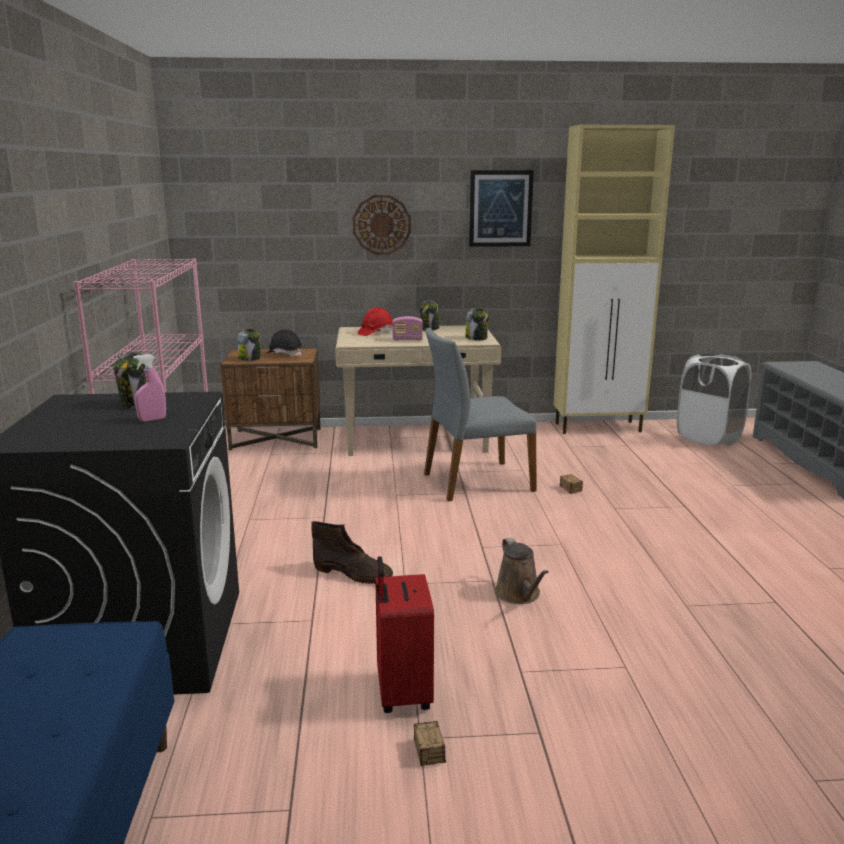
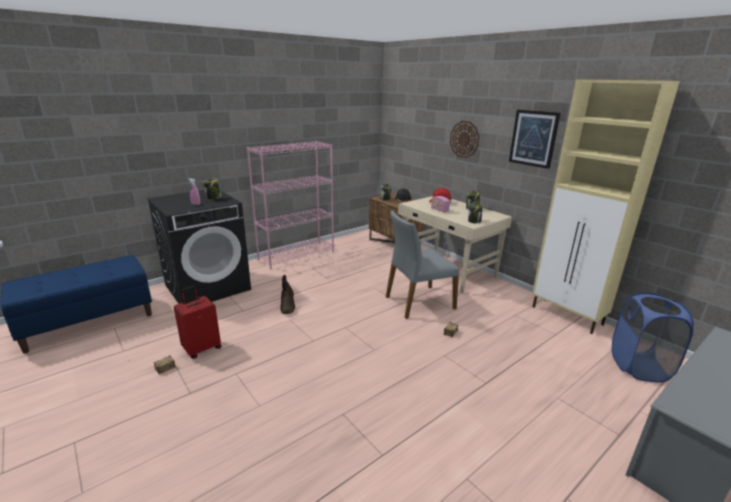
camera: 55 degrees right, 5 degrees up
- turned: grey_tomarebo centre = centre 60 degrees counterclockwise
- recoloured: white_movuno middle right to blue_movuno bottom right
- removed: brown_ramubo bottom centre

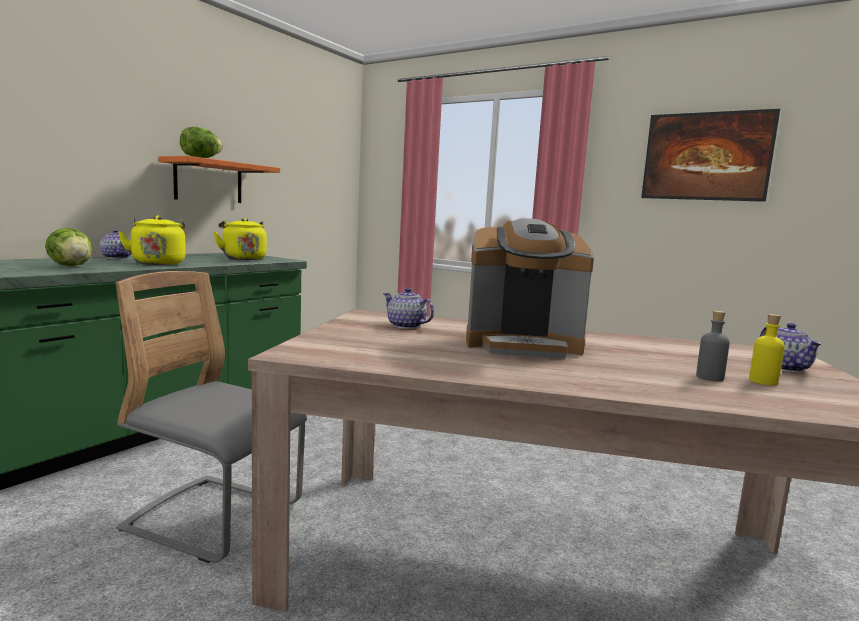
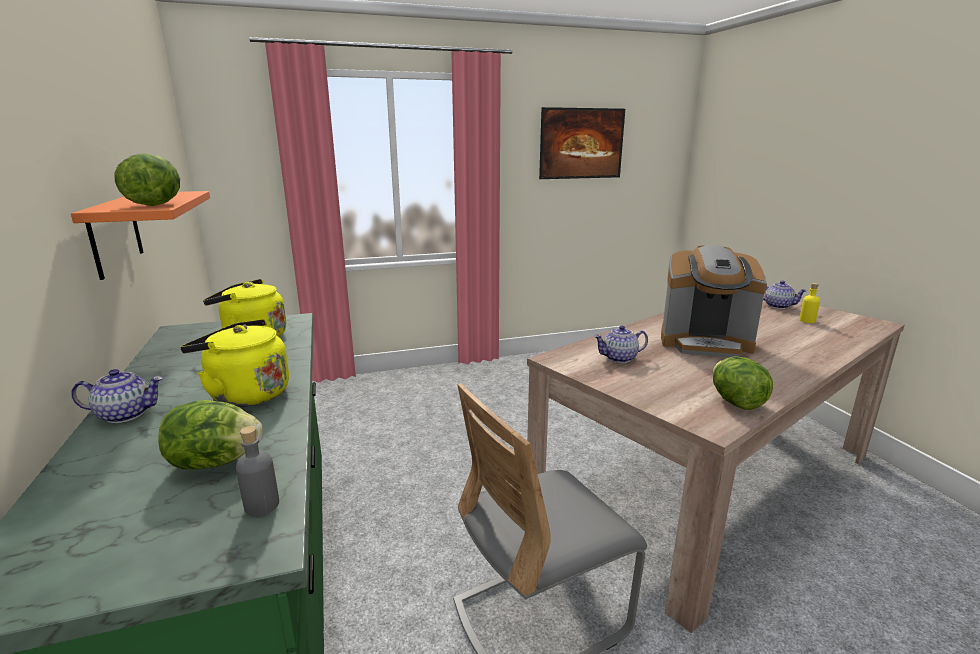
camera: 50 degrees left, 10 degrees up
- moved: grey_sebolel middle right to bottom left
- turned: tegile centre = middle right 60 degrees clockwise
- added: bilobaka (3rd from left) middle right

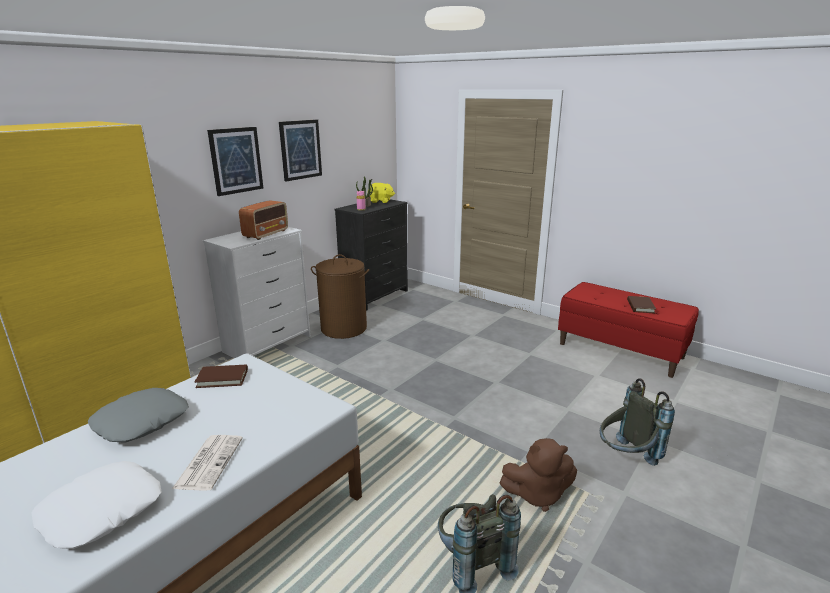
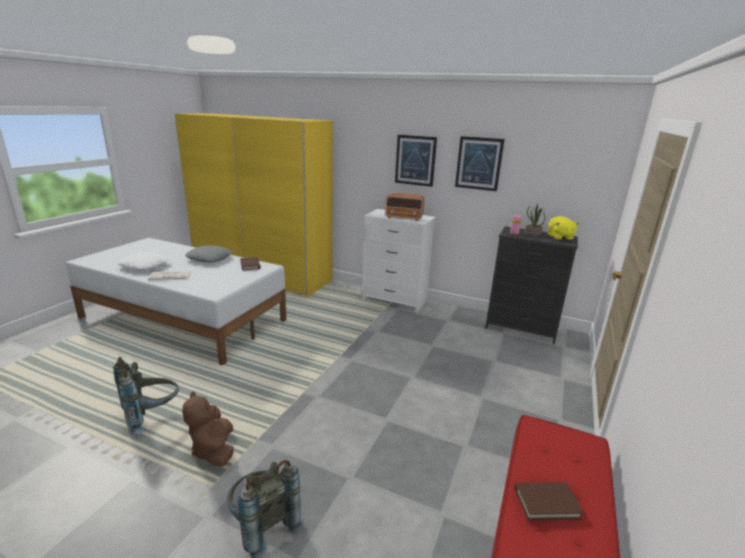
camera: 75 degrees right, 0 degrees up
- removed: brown_movuno centre

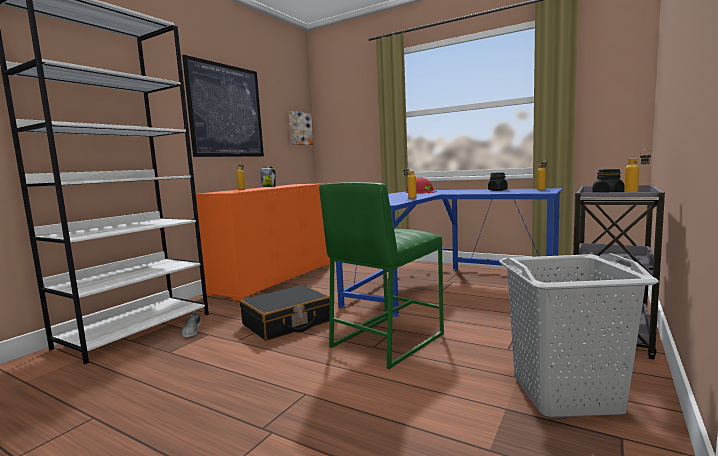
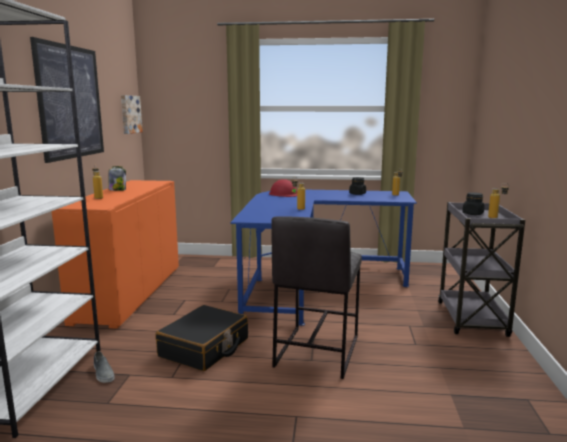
camera: 25 degrees left, 5 degrees up
- recoloured: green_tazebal centre to grey_tazebal bottom centre
- removed: grey_movuno bottom right

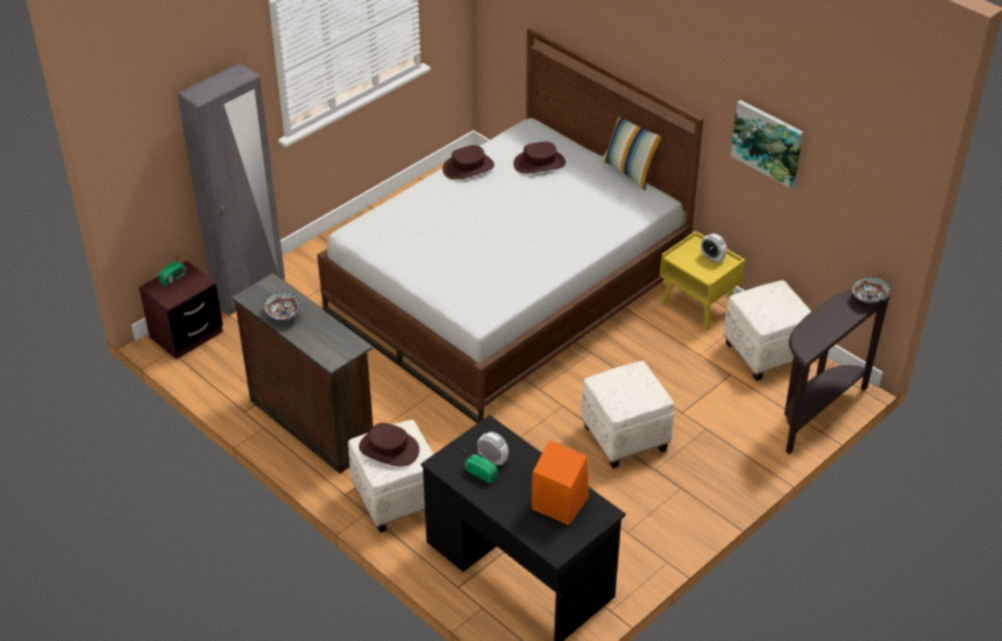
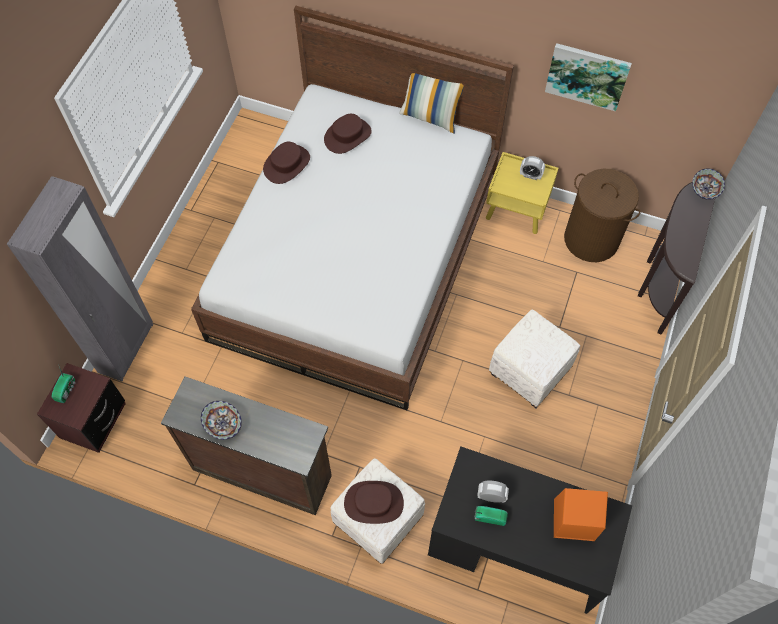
camera: 25 degrees left, 20 degrees up
- replaced: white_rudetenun (3rd from left) middle right to brown_movuno middle right

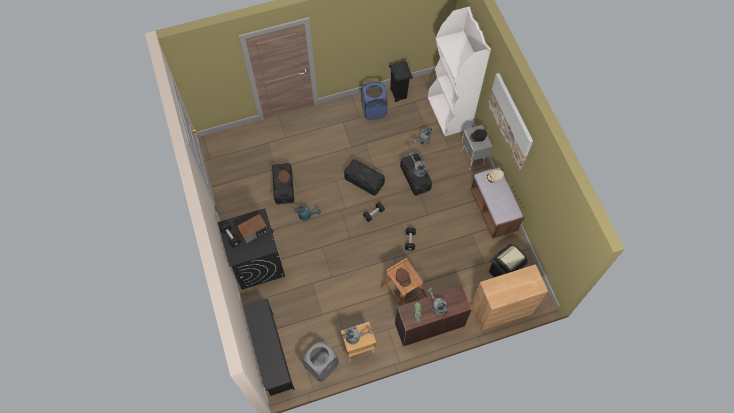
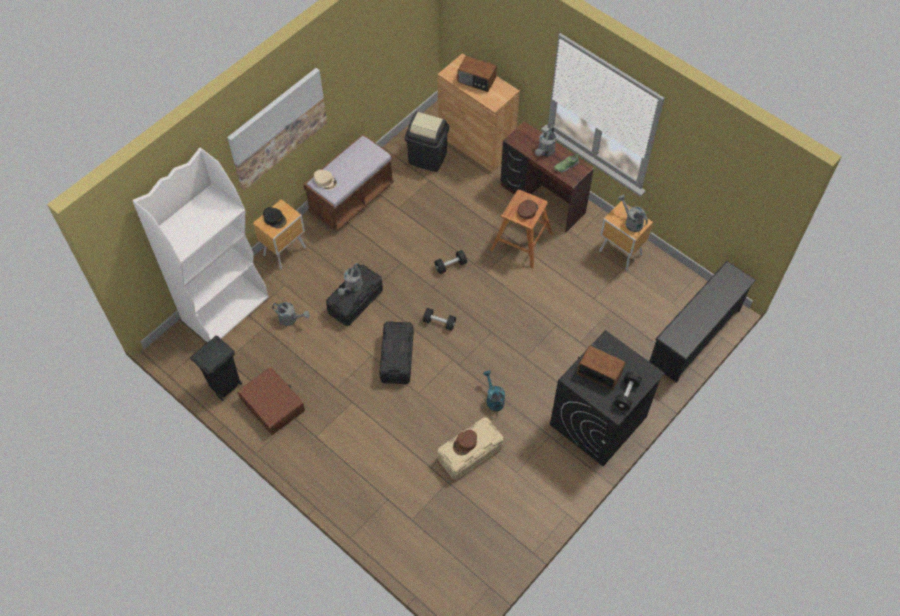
camera: 120 degrees left, 5 degrees down
- replaced: blue_movuno top centre to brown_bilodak middle left
- recoloured: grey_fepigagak centre to brown_fepigagak (1st from left) middle left
- recoloured: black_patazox (1st from left) centre to beige_patazox bottom centre
- added: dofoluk (1st from left) top centre
- removed: grey_movuno bottom centre

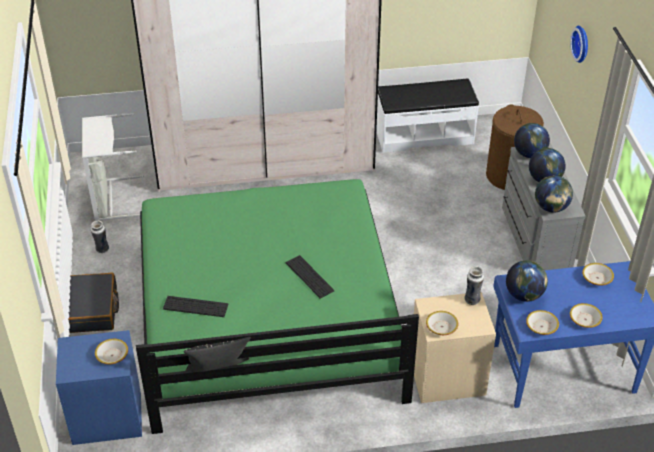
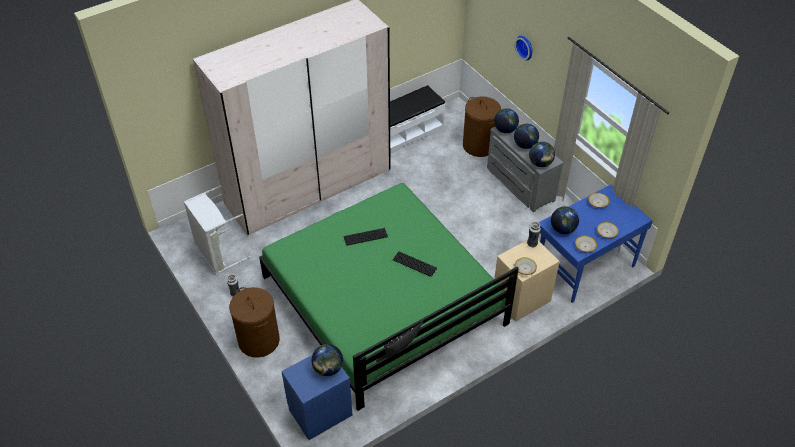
camera: 25 degrees left, 5 degrees up
- replaced: black_bilodak bottom left to brown_movuno (1st from left) bottom left
- replaced: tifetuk (1st from left) bottom left to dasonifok (1st from left) bottom centre
- moved: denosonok (1st from left) bottom left to centre

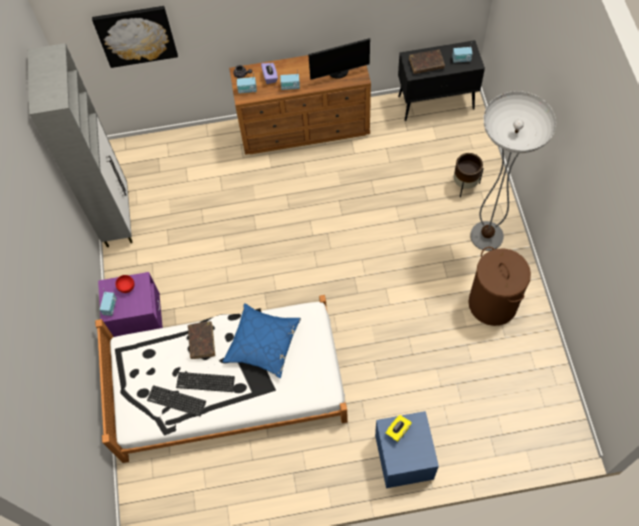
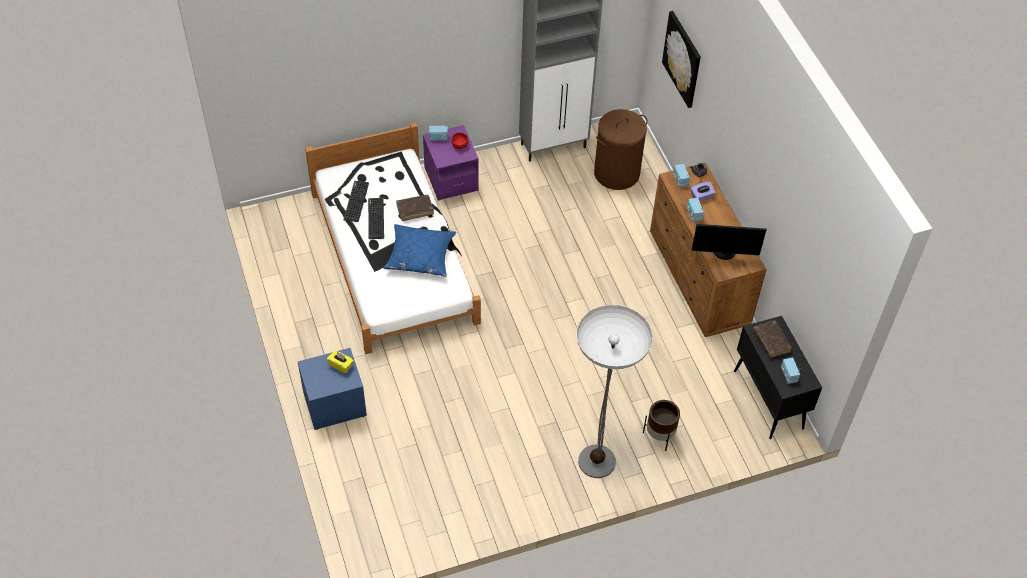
camera: 75 degrees right, 10 degrees down
- moved: brown_movuno middle right to top centre
- turned: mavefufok top centre = middle right 60 degrees counterclockwise

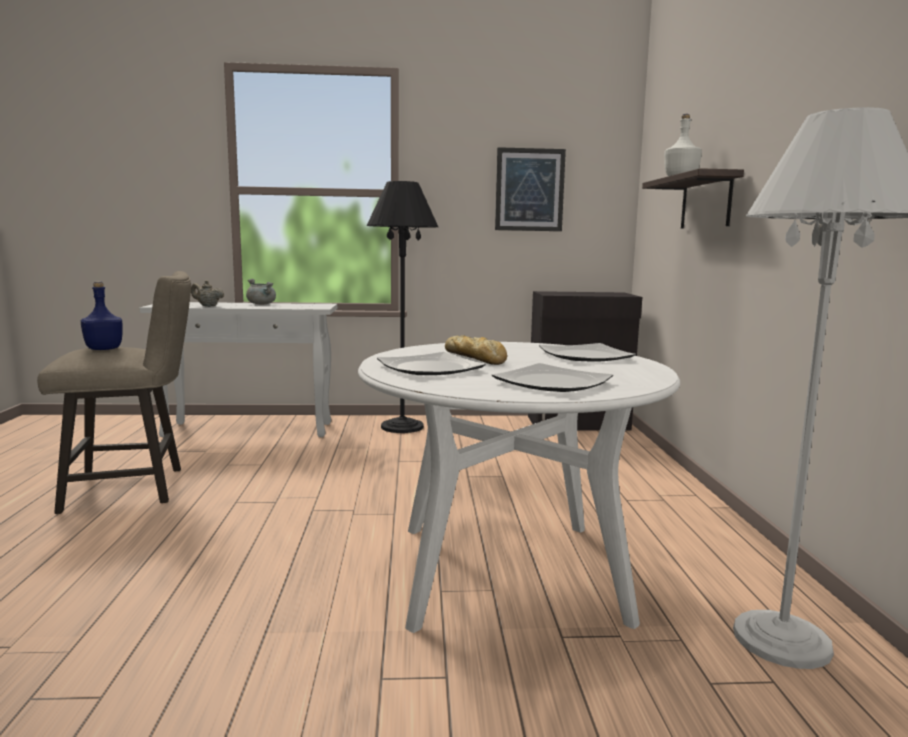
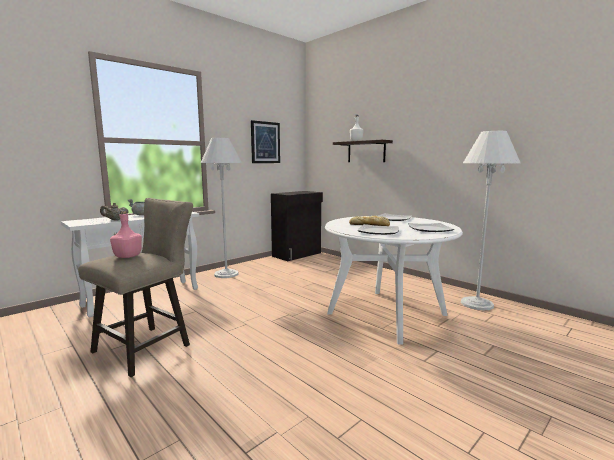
camera: 40 degrees left, 0 degrees up
- recoloured: blue_sebolel middle left to pink_sebolel middle left
- recoloured: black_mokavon centre to white_mokavon (1st from left) centre

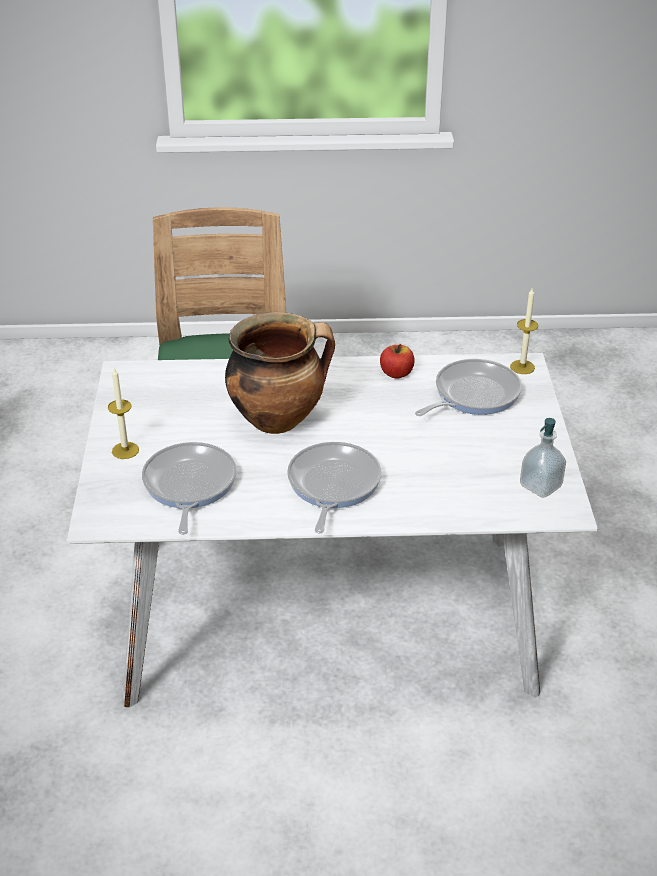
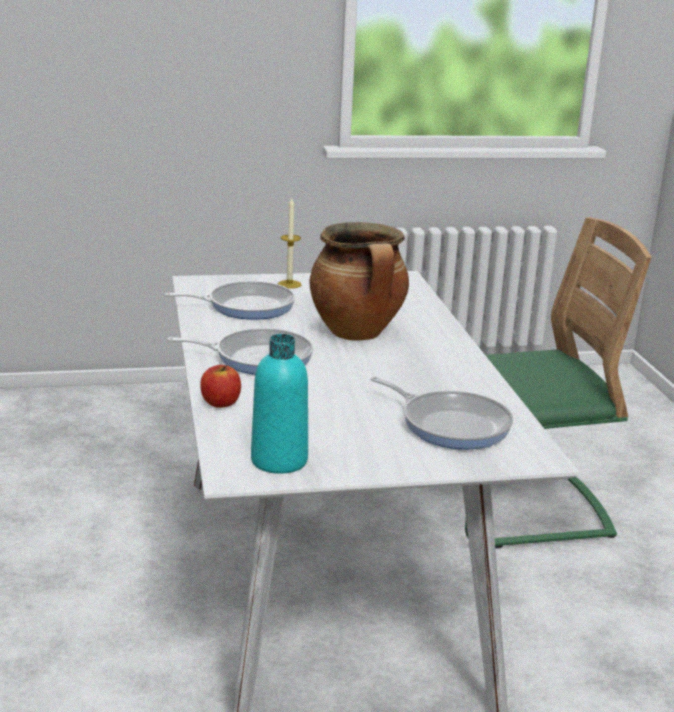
camera: 80 degrees right, 15 degrees down
- moved: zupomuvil centre to middle left
- replaced: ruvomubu middle right to turquoise_sebolel centre
- removed: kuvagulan (2nd from left) middle right

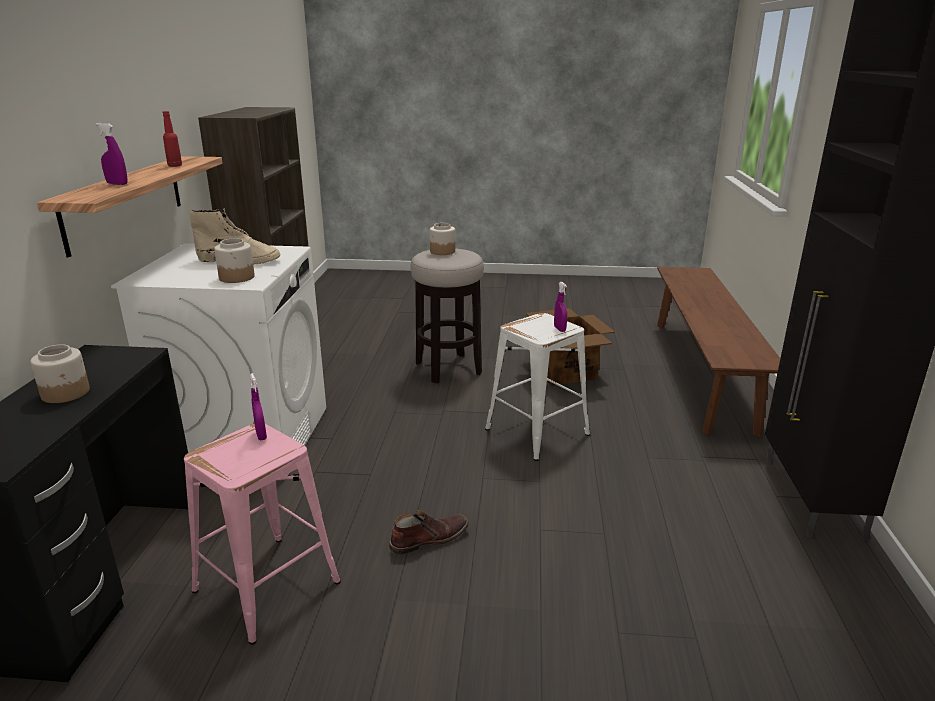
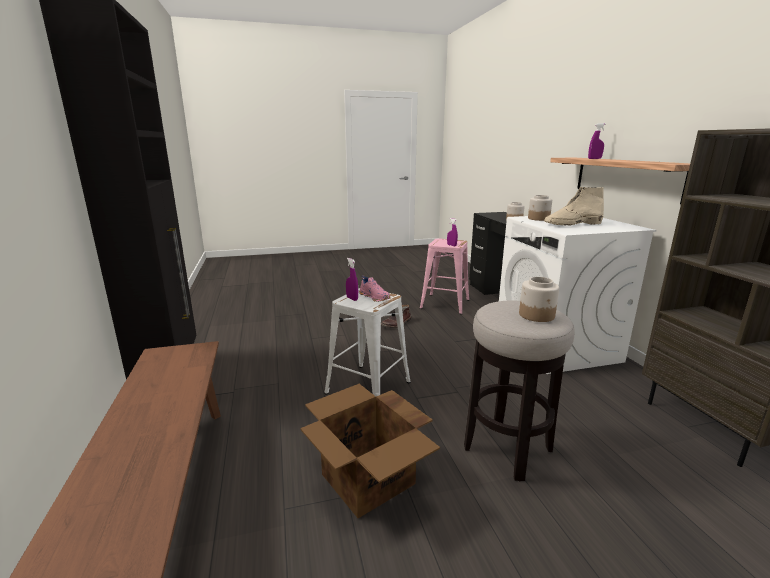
camera: 160 degrees right, 5 degrees down
- added: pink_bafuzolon centre
- removed: red_sebolel top left

